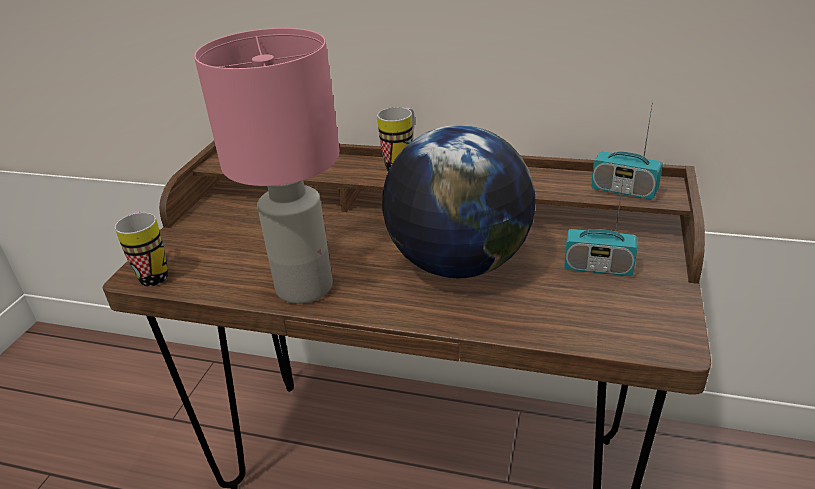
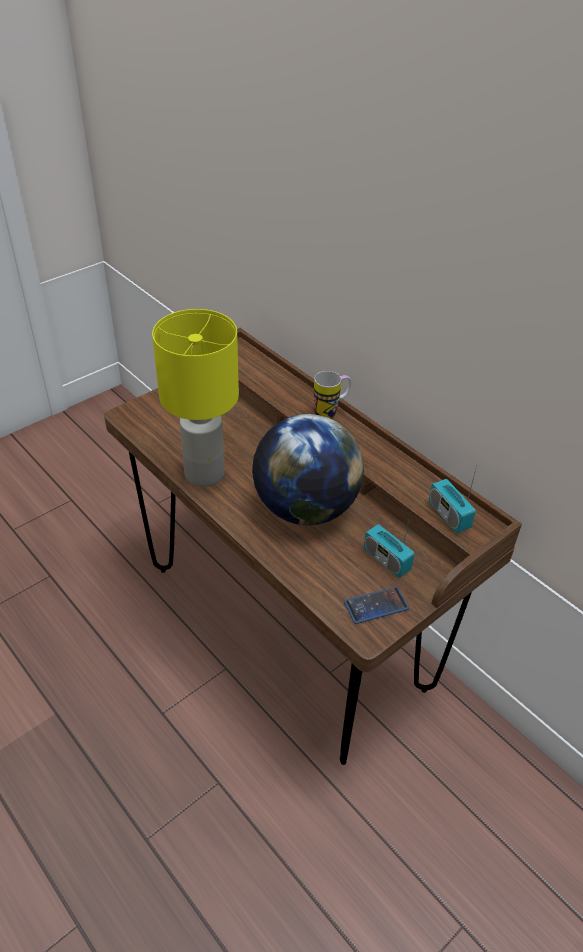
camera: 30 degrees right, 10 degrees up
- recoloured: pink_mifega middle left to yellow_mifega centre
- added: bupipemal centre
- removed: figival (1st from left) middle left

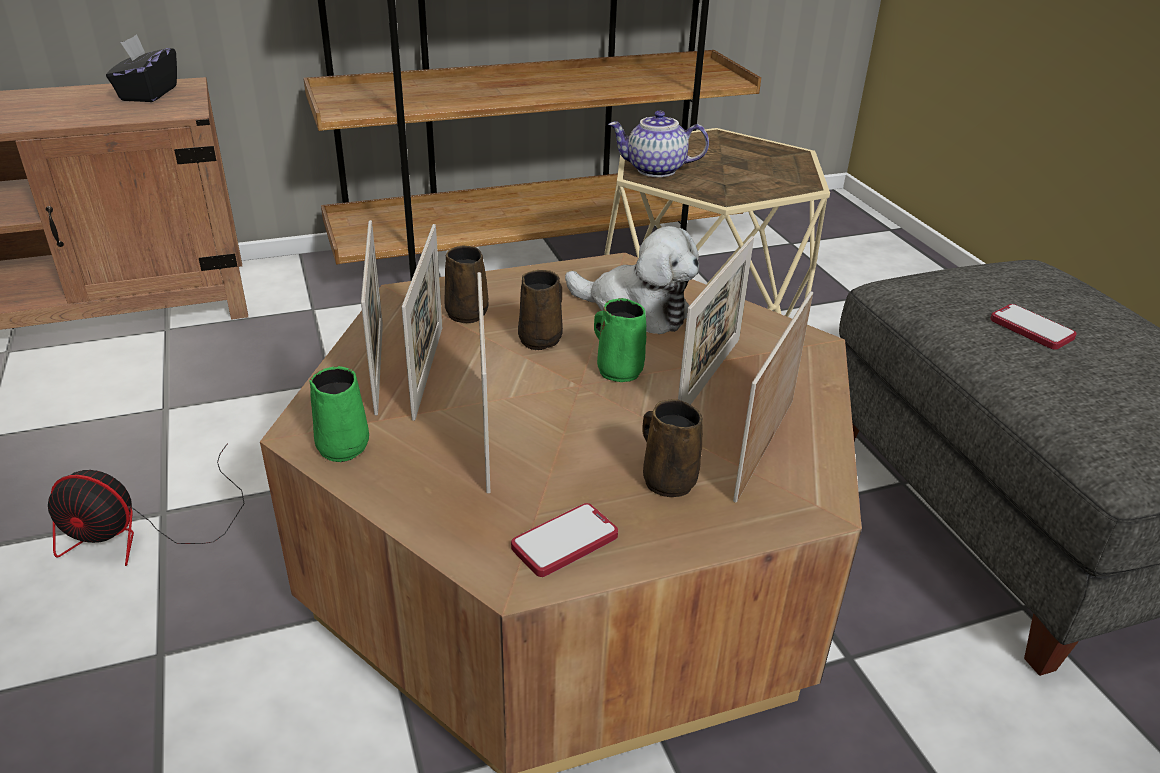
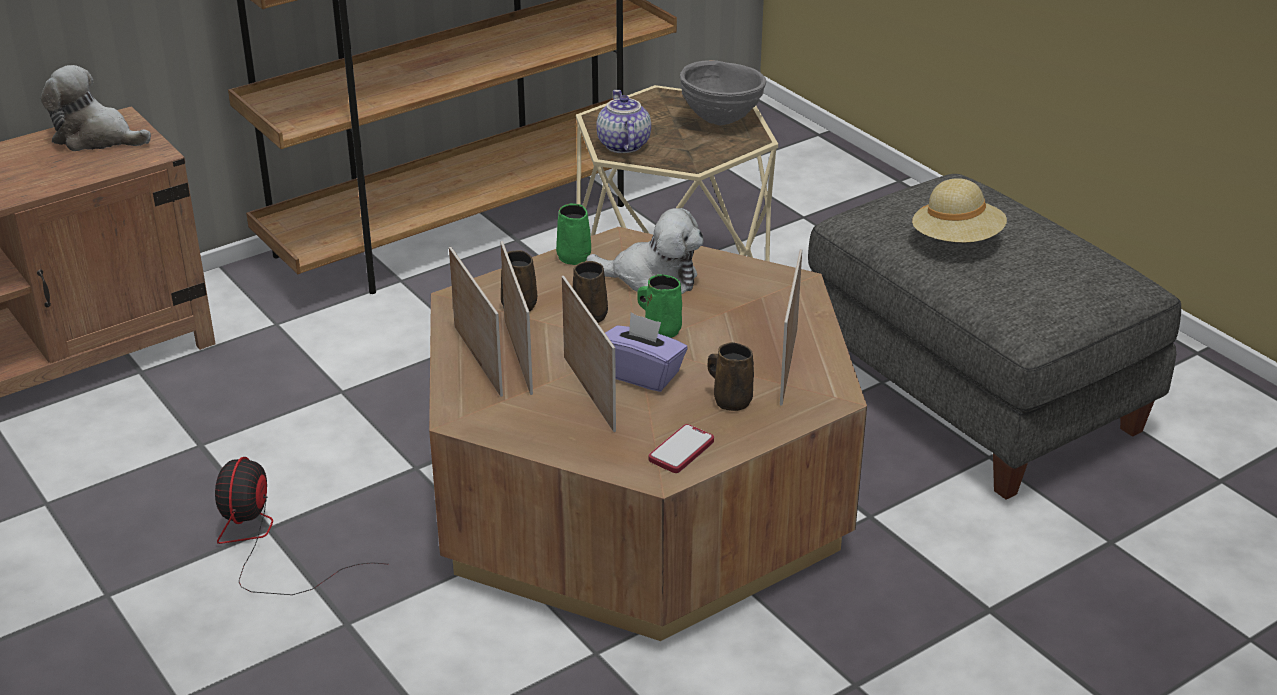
camera: 15 degrees left, 0 degrees up
- replaced: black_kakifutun top left to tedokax (1st from left) top left
- turned: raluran middle left = bottom left 105 degrees clockwise
- moved: green_figival (1st from left) middle left to centre
- turned: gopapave top centre = top centre 90 degrees clockwise
- added: purple_kakifutun centre
- added: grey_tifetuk top centre
- replaced: bupipemal (2nd from left) middle right to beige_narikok top right
- removed: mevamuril (4th from left) centre

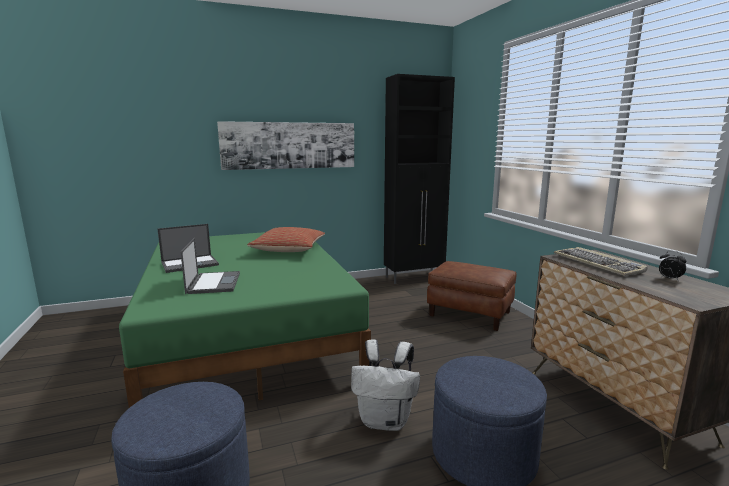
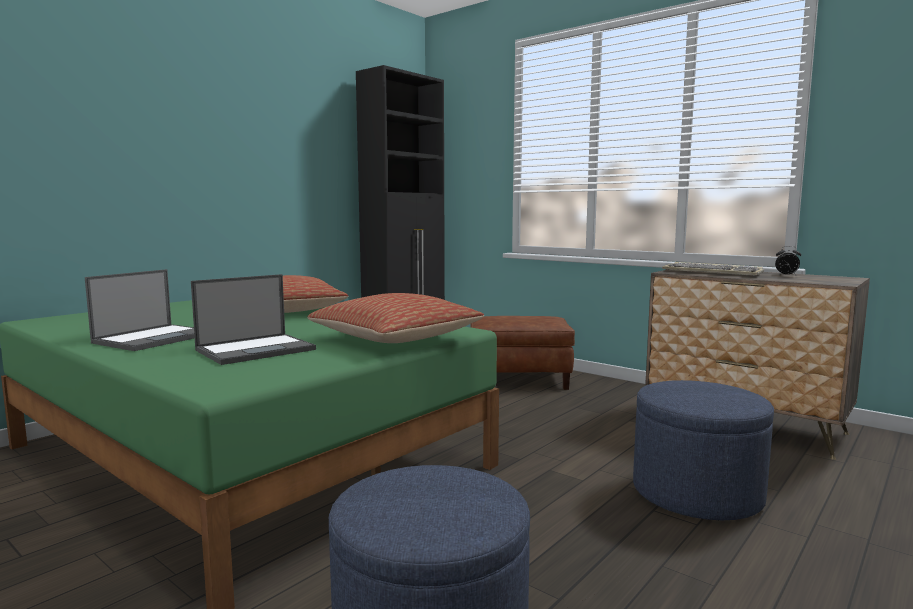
camera: 30 degrees left, 5 degrees down
- turned: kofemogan (2nd from left) middle left = middle left 90 degrees clockwise
- added: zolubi (2nd from left) centre
- removed: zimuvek top centre
- removed: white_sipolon bottom centre

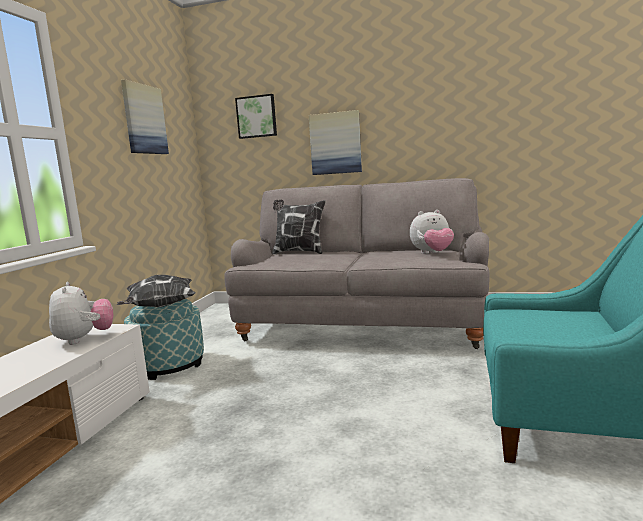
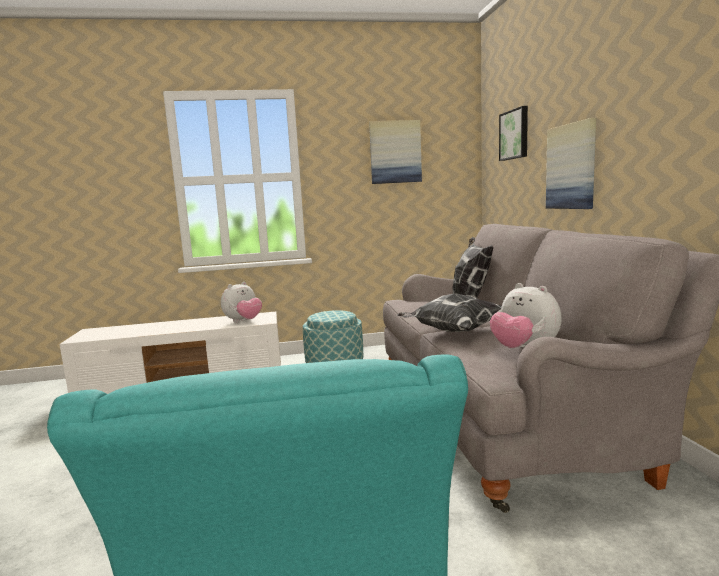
camera: 65 degrees right, 0 degrees up
- moved: zolubi (1st from left) middle left to centre

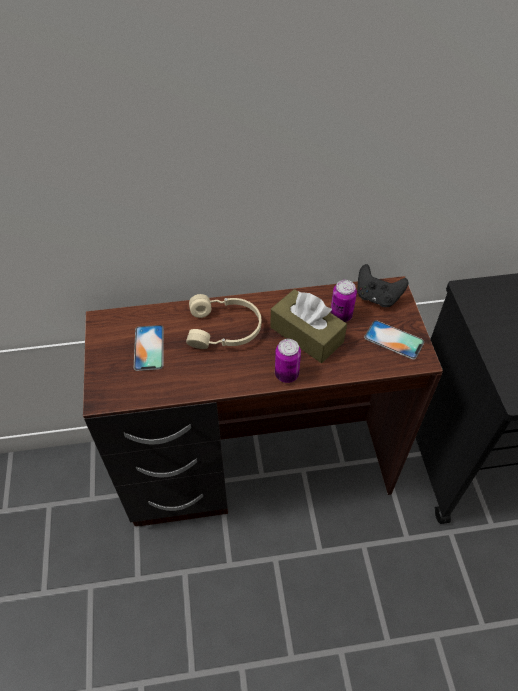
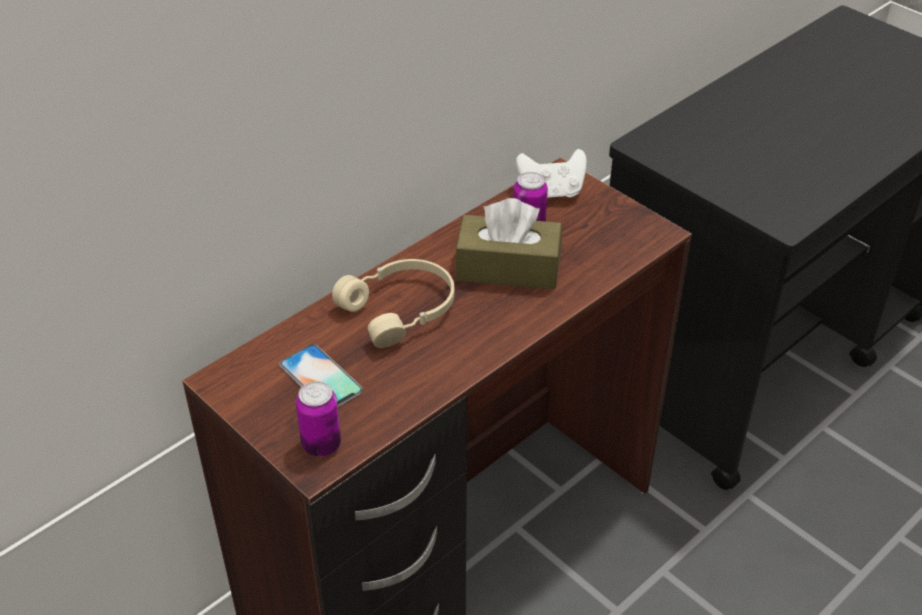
camera: 35 degrees left, 10 degrees down
- moved: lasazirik (1st from left) centre to bottom centre
- recoloured: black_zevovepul middle right to white_zevovepul top centre
- removed: bupipemal (2nd from left) middle right

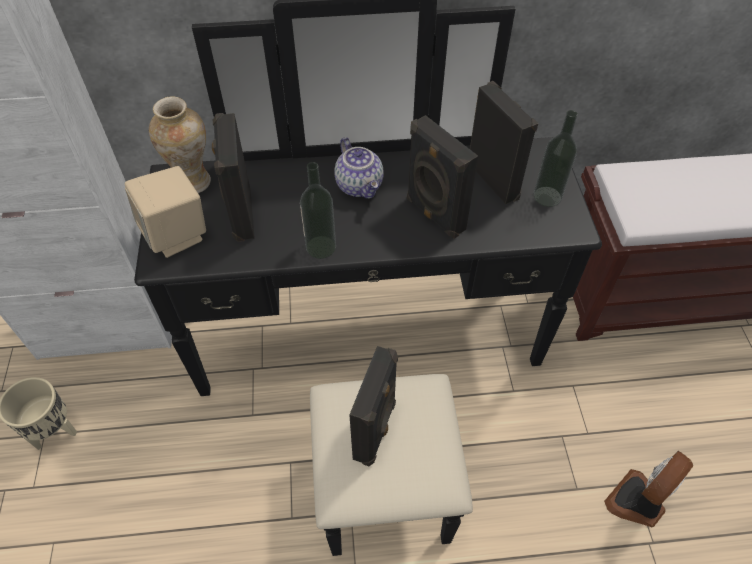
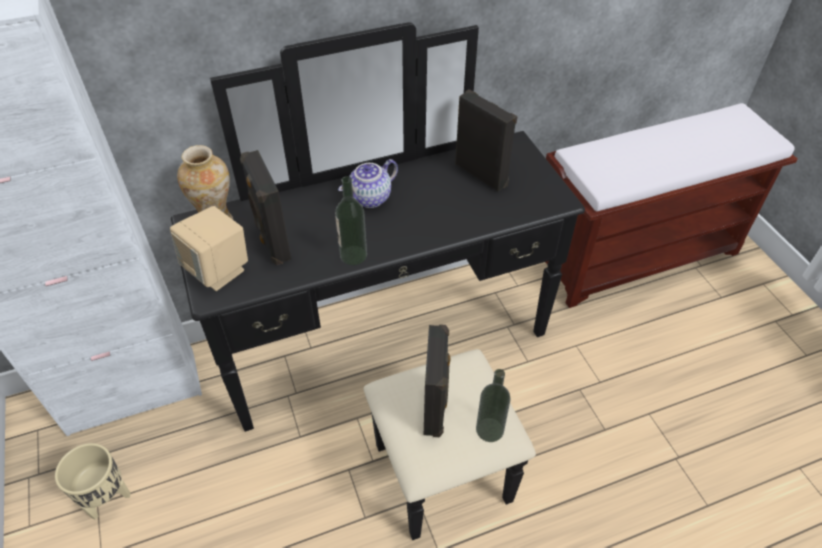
camera: 15 degrees left, 5 degrees down
- turned: gopapave top centre = centre 90 degrees clockwise
- moved: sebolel (2nd from left) top right to bottom centre
- removed: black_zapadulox (3rd from left) top centre
- removed: raluran bottom right

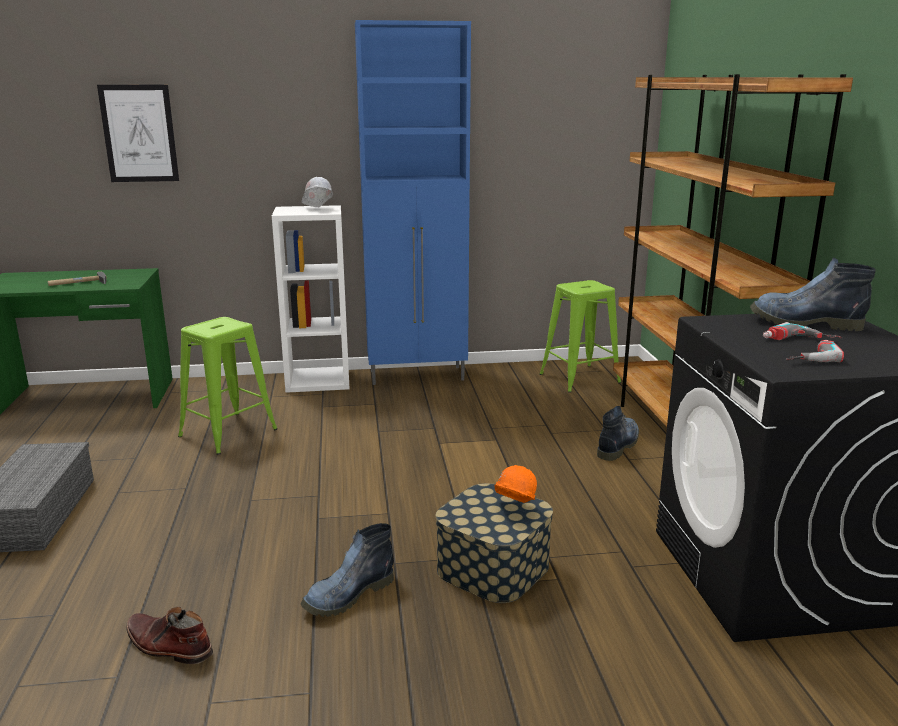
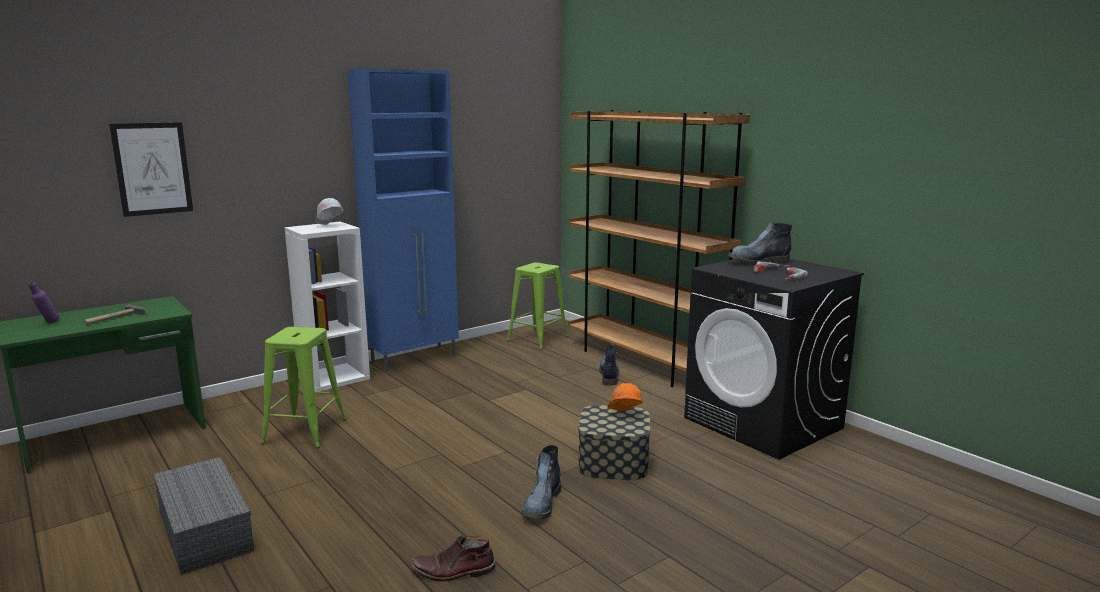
camera: 30 degrees left, 5 degrees down
- added: purple_sebolel middle left

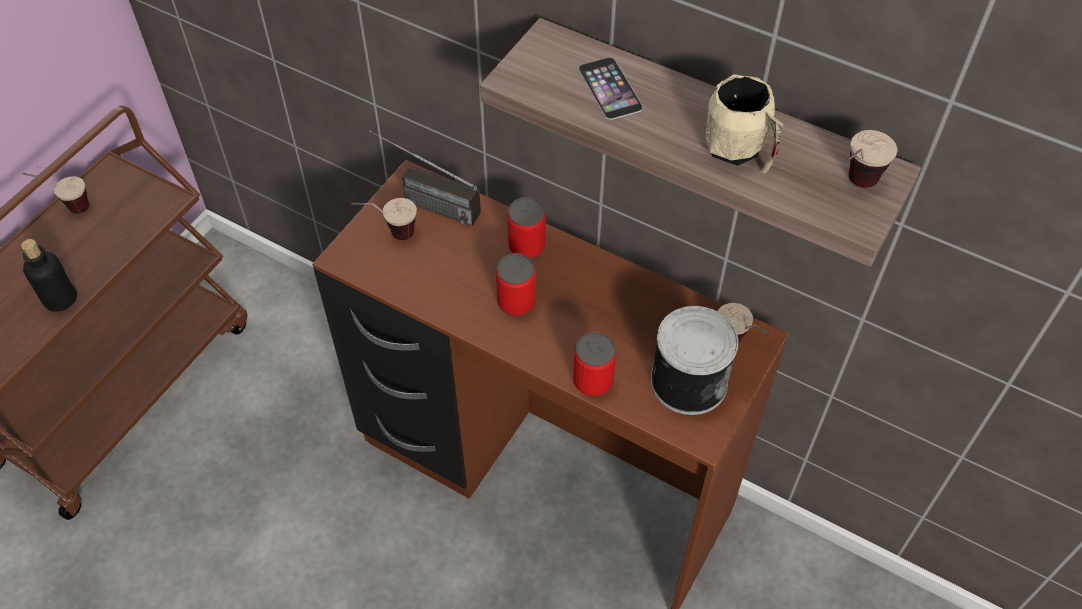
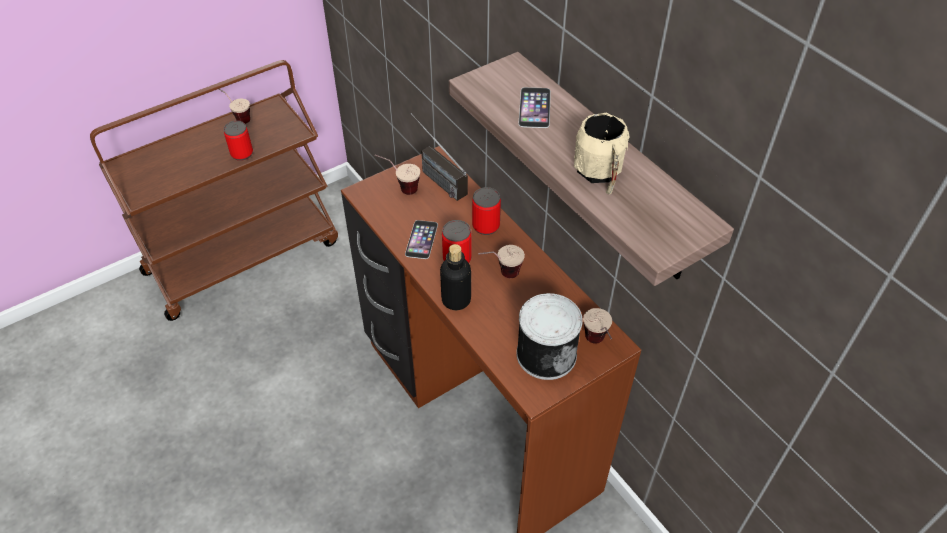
camera: 25 degrees right, 5 degrees down
- moved: lasazirik (3rd from left in the first image) centre to lasazirik (1st from left) top left
- added: bupipemal (1st from left) centre
- moved: sebolel middle left to centre
- moved: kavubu (4th from left in the first image) top right to kavubu (3rd from left) centre

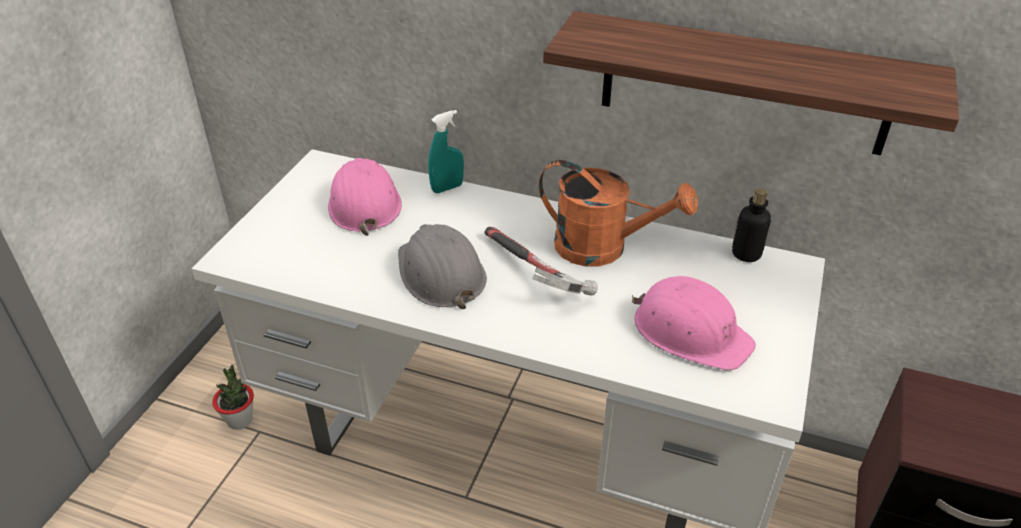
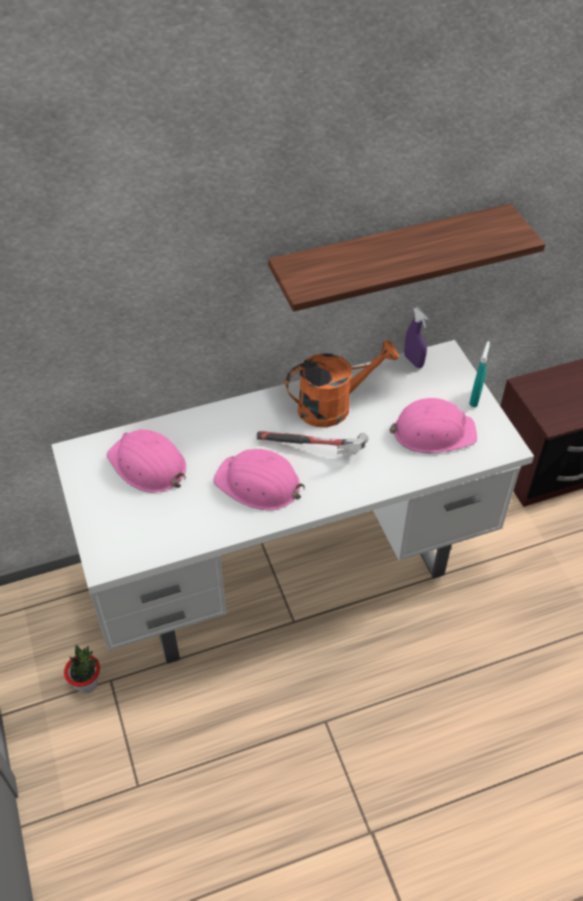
camera: 40 degrees left, 10 degrees up
- recoloured: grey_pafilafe centre to pink_pafilafe (2nd from left) centre
- replaced: sebolel middle right to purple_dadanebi middle right
- moved: turquoise_dadanebi top centre to middle right

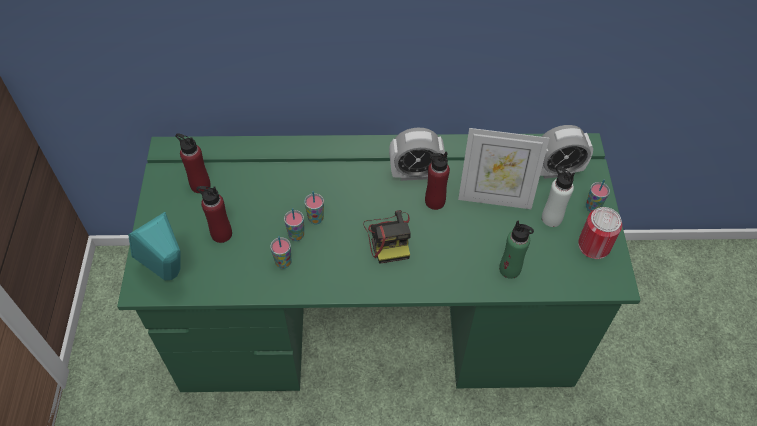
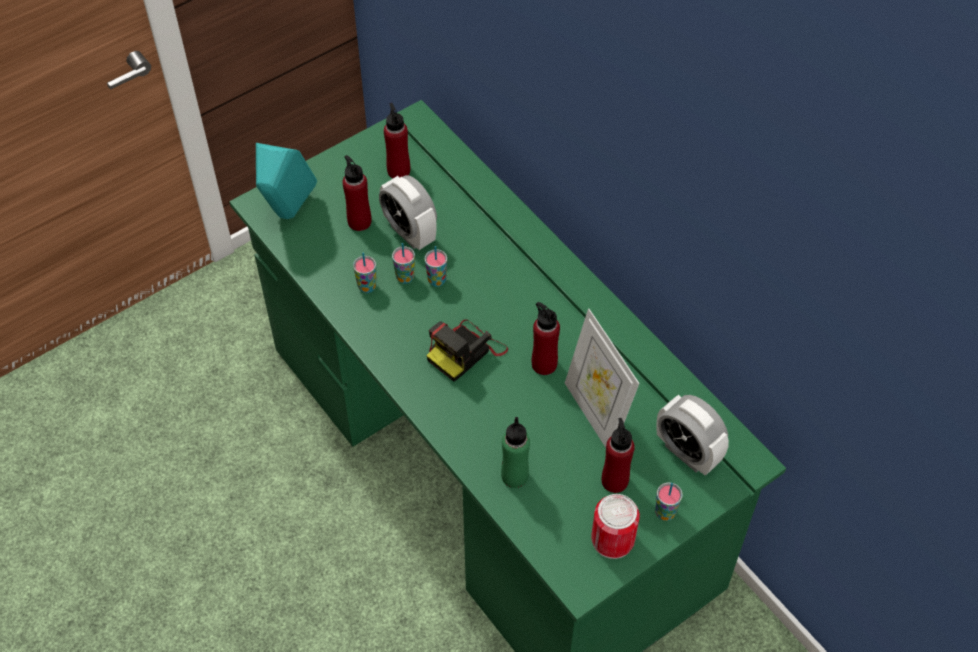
camera: 55 degrees right, 0 degrees up
- moved: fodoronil (1st from left) centre to top centre
- recoloured: white_sebolel middle right to red_sebolel (4th from left) bottom centre

